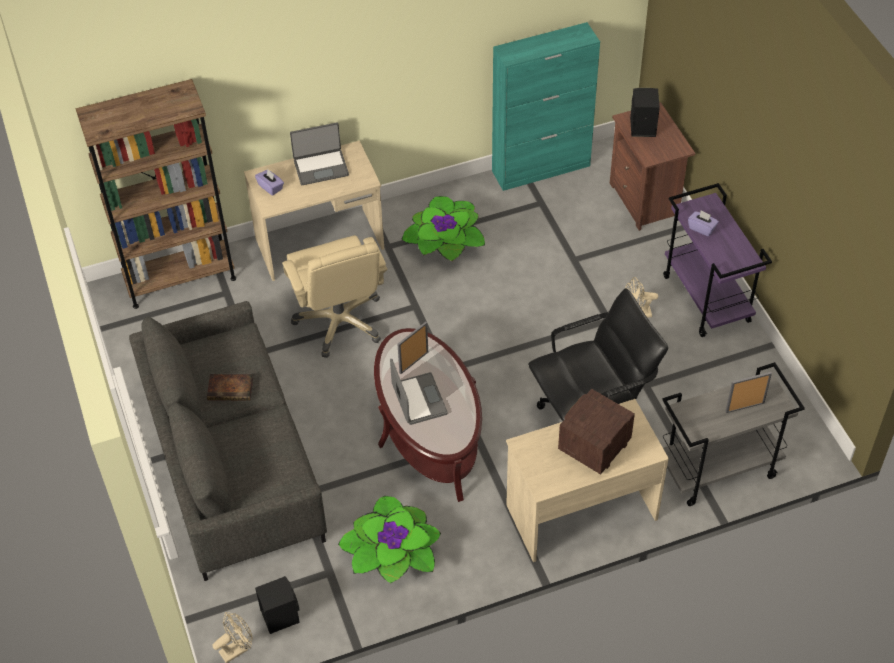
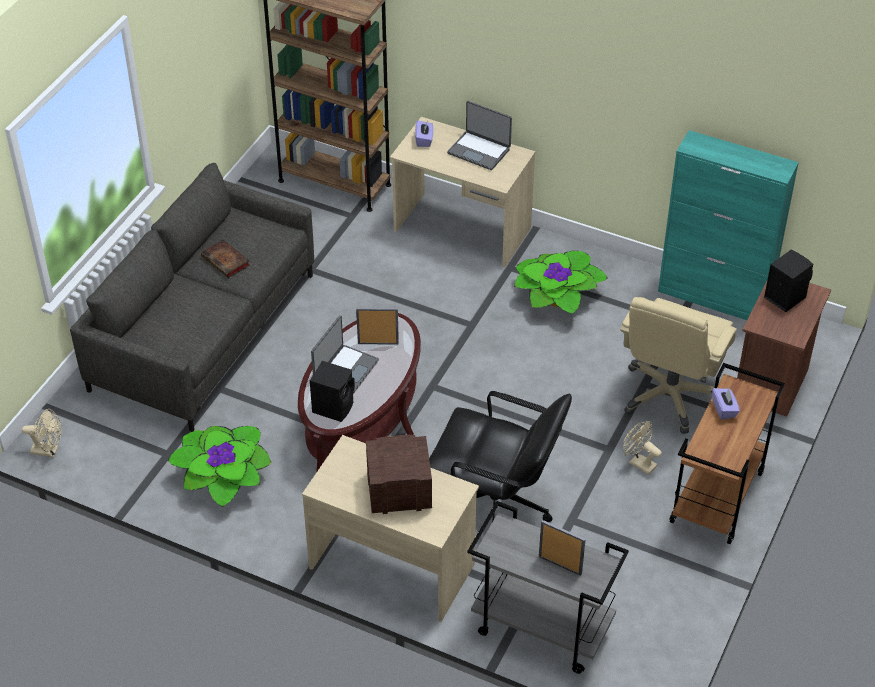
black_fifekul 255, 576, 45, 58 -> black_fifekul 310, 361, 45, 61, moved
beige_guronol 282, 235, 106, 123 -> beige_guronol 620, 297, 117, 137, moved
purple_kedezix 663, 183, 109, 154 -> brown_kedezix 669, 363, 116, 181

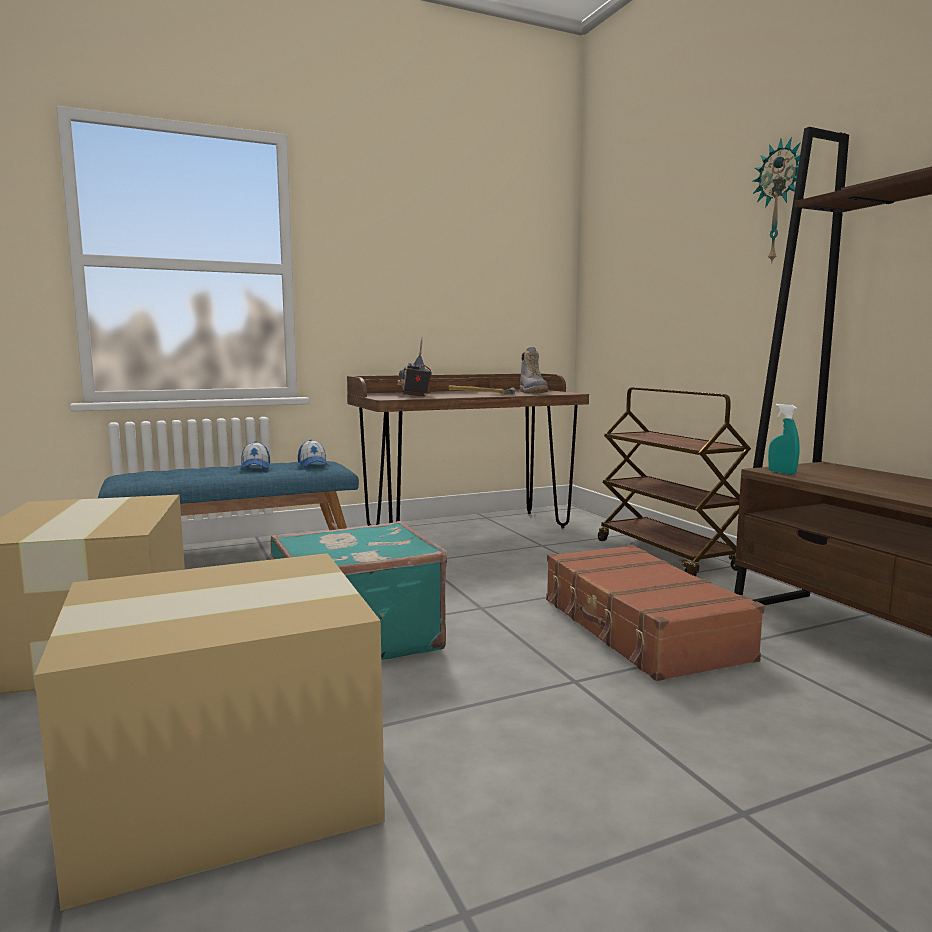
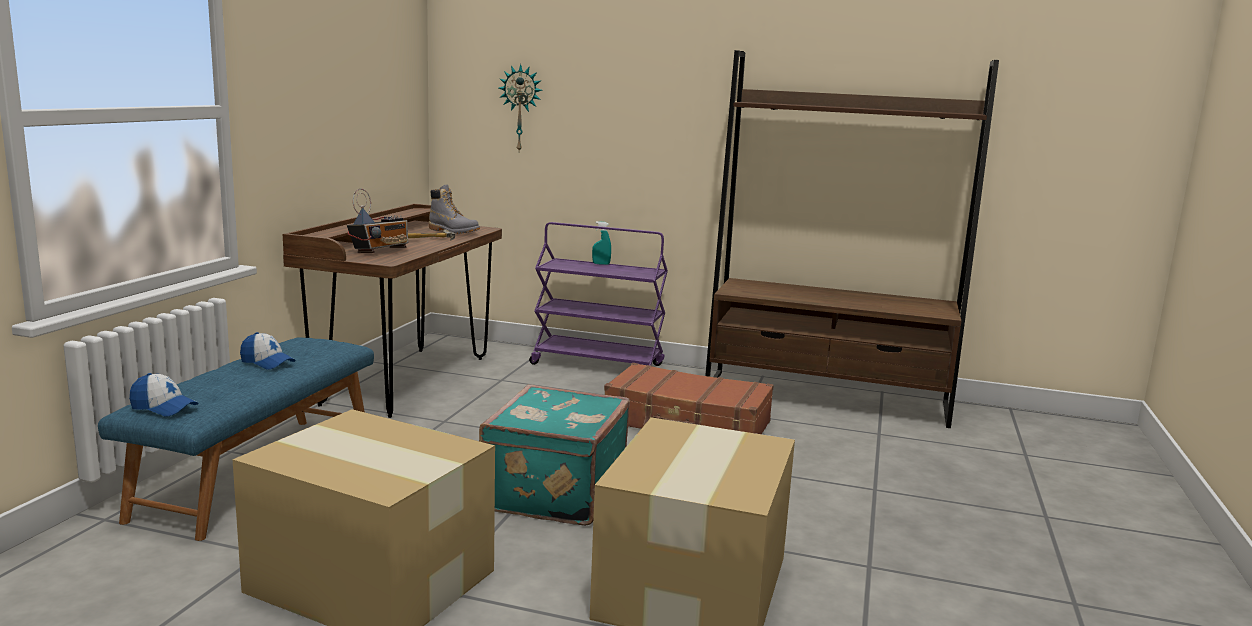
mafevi 298, 440, 31, 28 -> mafevi 129, 373, 69, 44, moved
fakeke 397, 337, 35, 60 -> fakeke 347, 189, 61, 64, 90 degrees counterclockwise
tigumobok 752, 137, 49, 127 -> tigumobok 499, 64, 44, 87, moved
brown_kedezix 598, 387, 153, 190 -> purple_kedezix 529, 222, 139, 144
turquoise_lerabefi 768, 404, 32, 71 -> turquoise_lerabefi 592, 221, 19, 44, moved

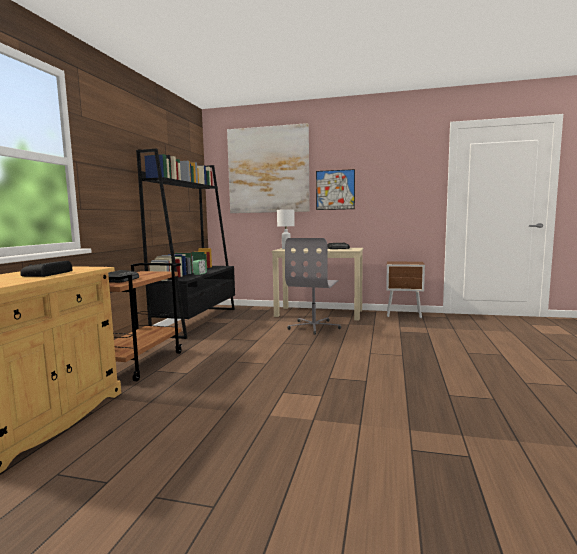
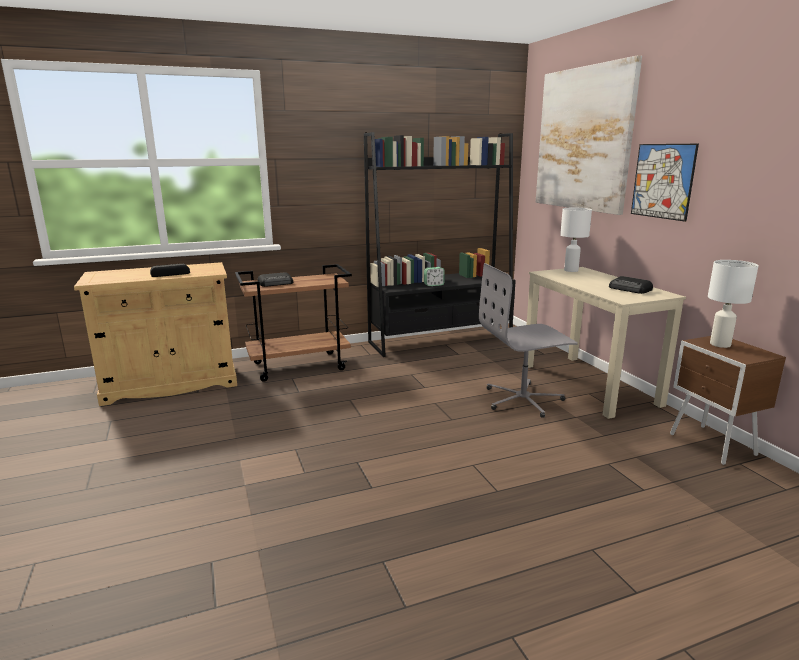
none -> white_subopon 708, 260, 51, 88

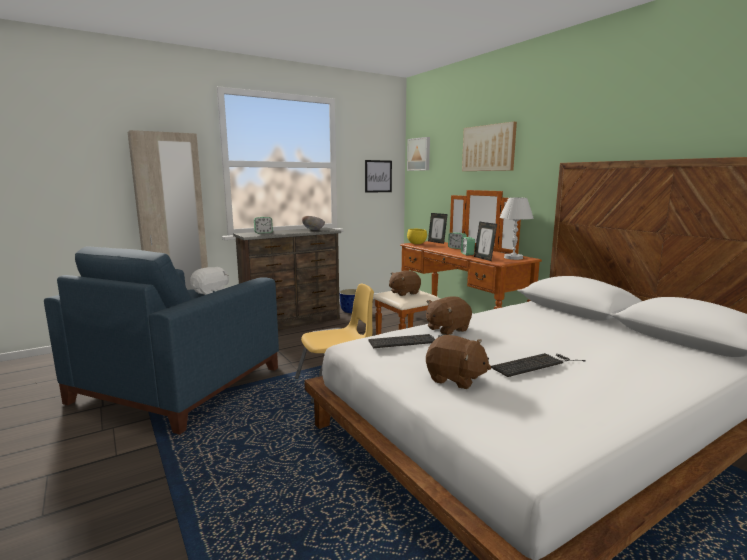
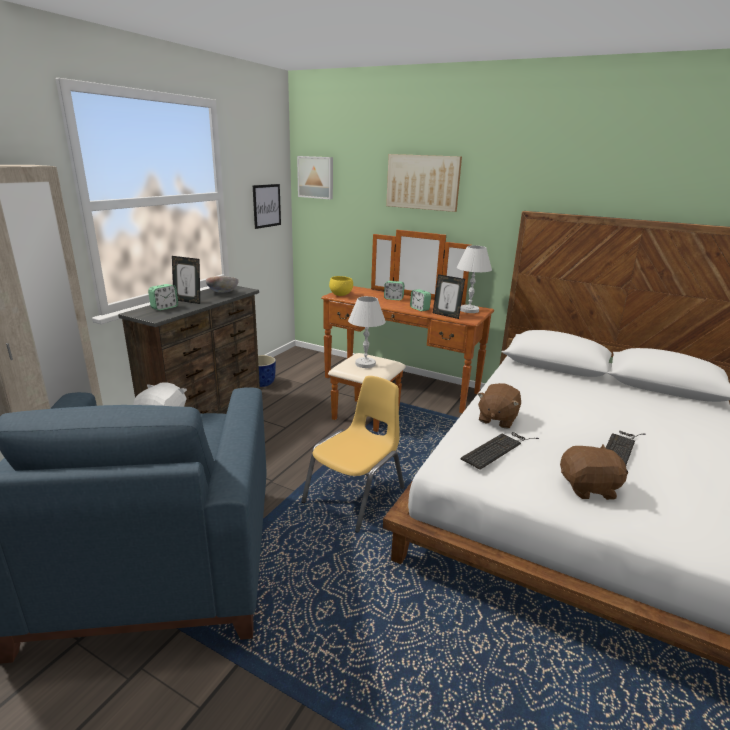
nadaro 428, 213, 20, 31 -> nadaro 172, 256, 28, 48, moved
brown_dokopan 389, 270, 32, 26 -> white_subopon 348, 296, 38, 72

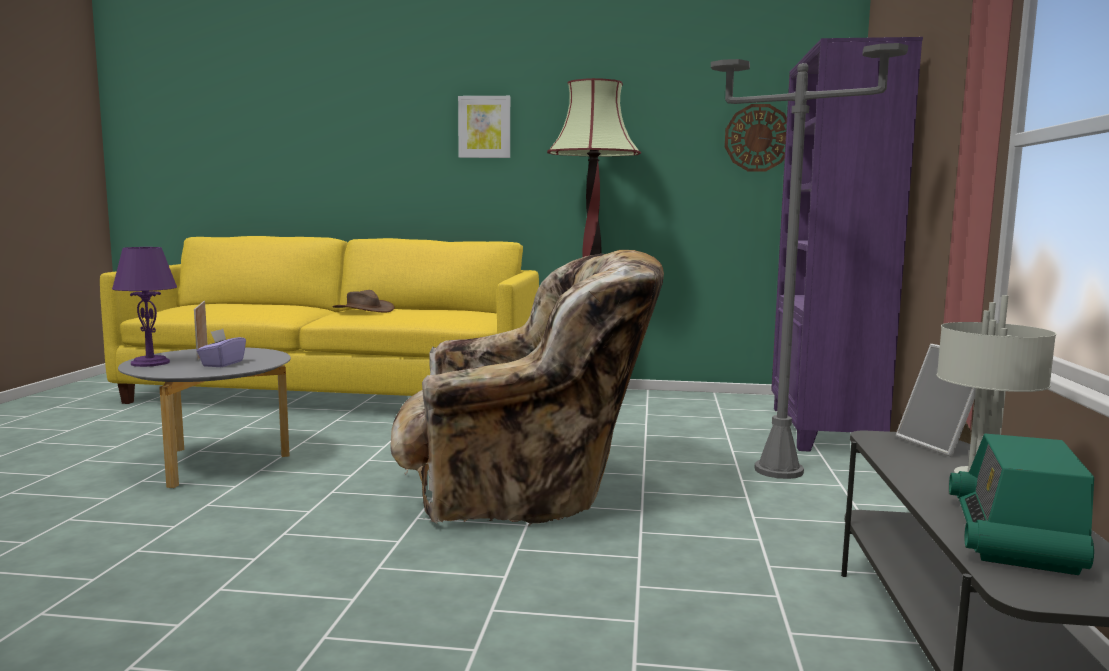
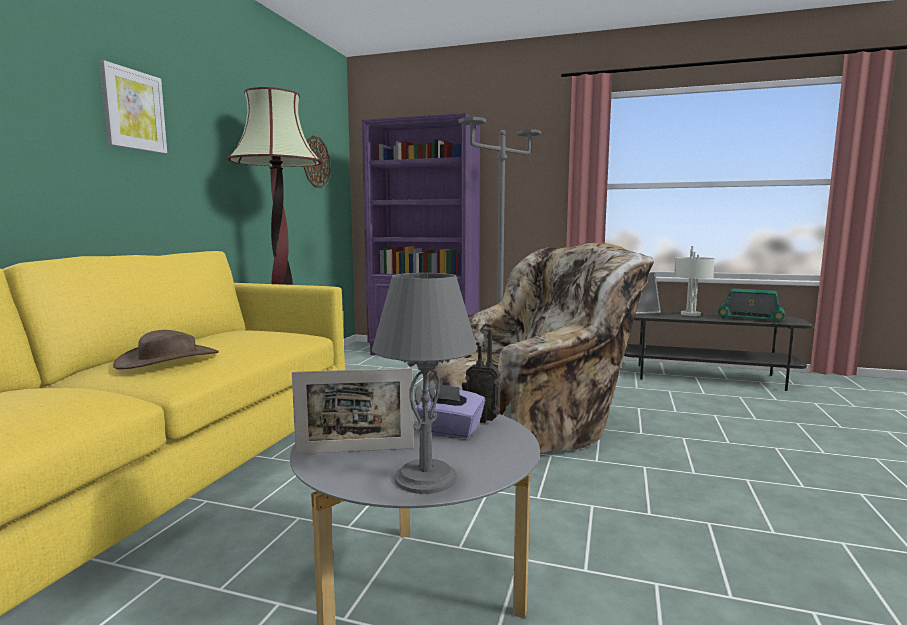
purple_subopon 112, 247, 65, 120 -> grey_subopon 372, 273, 105, 221
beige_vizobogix 390, 250, 274, 276 -> beige_vizobogix 428, 243, 226, 210, 60 degrees clockwise
none -> fakeke 462, 329, 39, 94

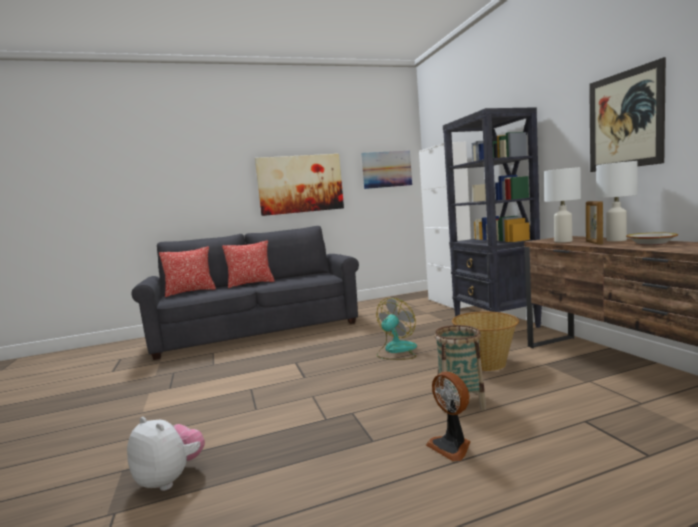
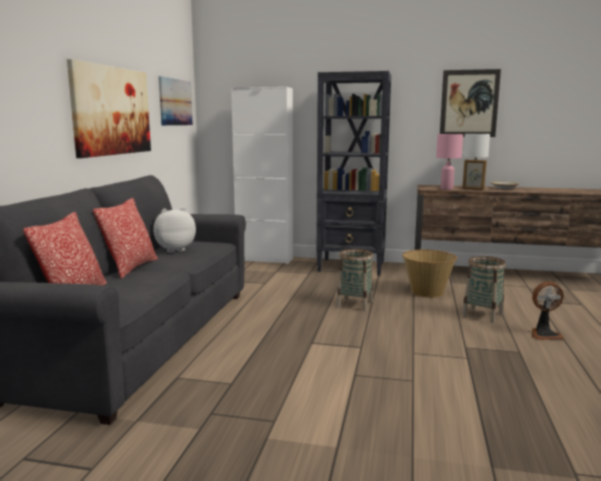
dokopan 127, 417, 78, 74 -> dokopan 153, 207, 43, 46, moved
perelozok 376, 298, 41, 62 -> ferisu 336, 249, 37, 62
white_subopon 544, 167, 37, 75 -> pink_subopon 436, 134, 27, 56

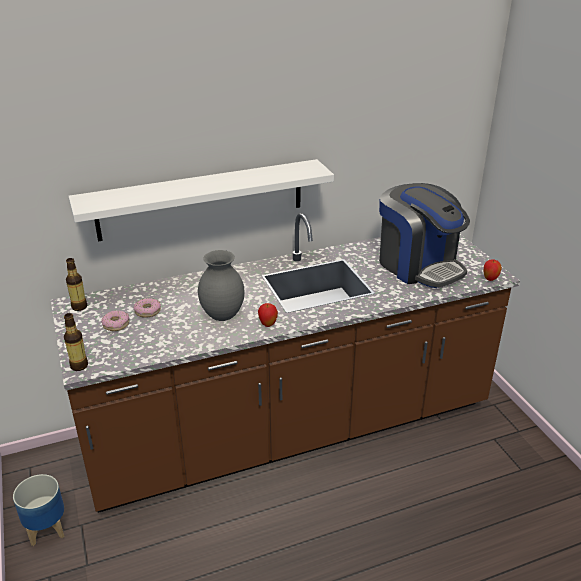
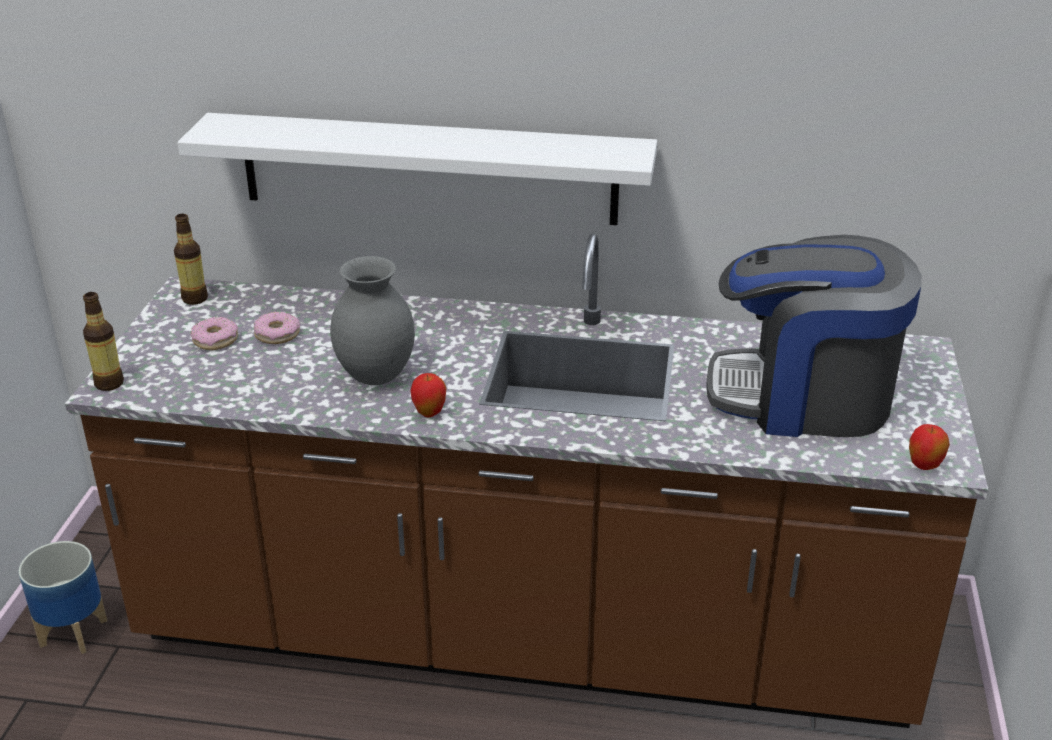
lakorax 379, 183, 91, 105 -> lakorax 706, 235, 216, 202, 105 degrees clockwise

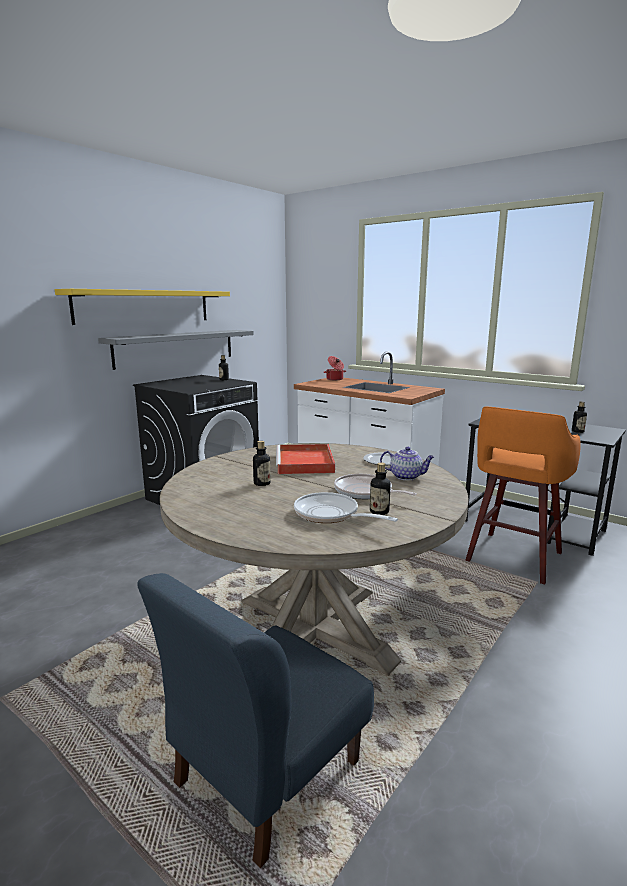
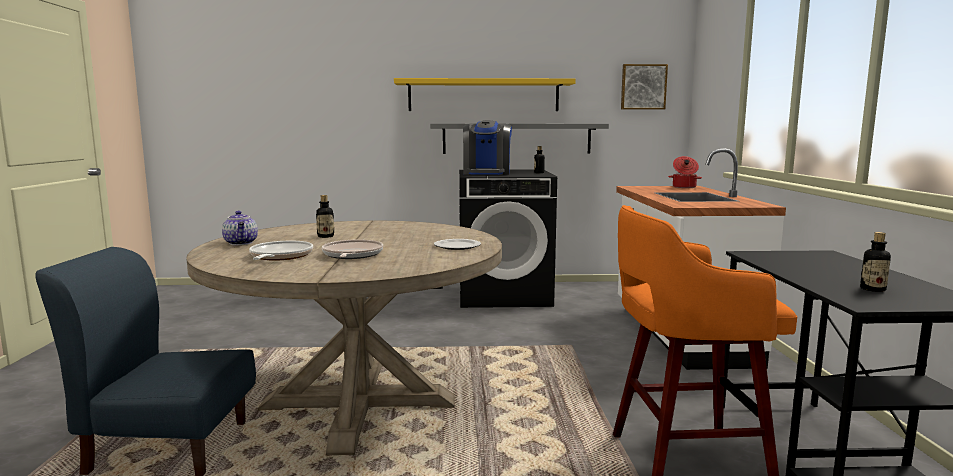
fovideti 380, 446, 55, 35 -> fovideti 222, 211, 36, 34, moved
none -> lakorax 463, 120, 49, 55
none -> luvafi 621, 64, 47, 45
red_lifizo 276, 444, 59, 30 -> none
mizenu 370, 463, 21, 52 -> none

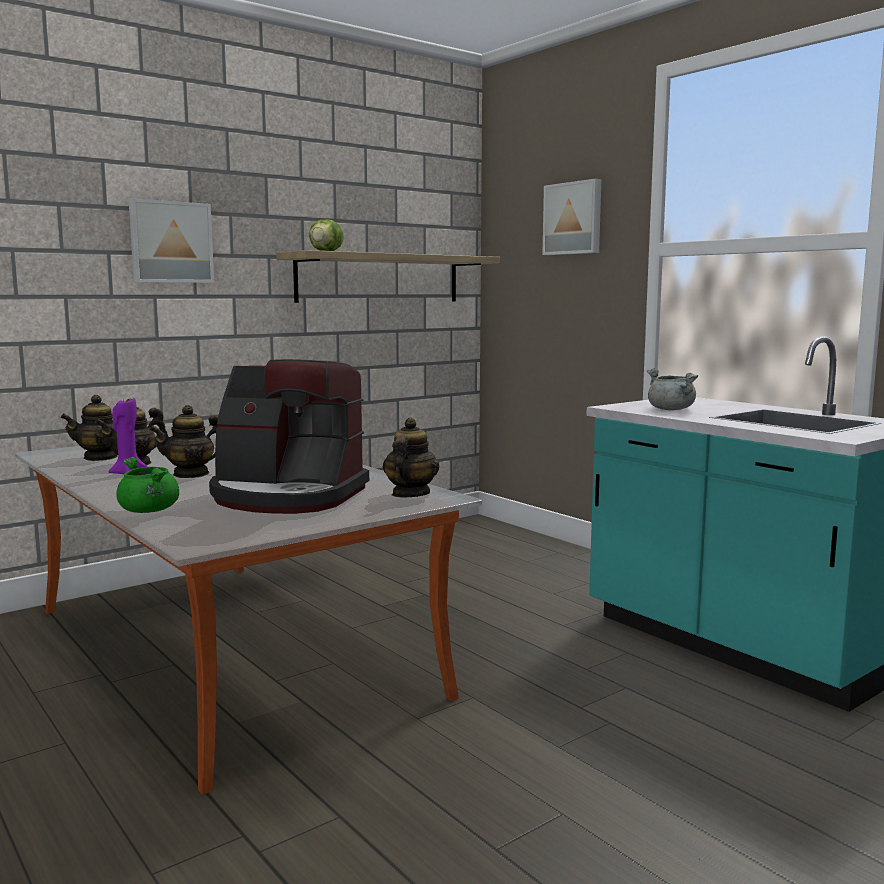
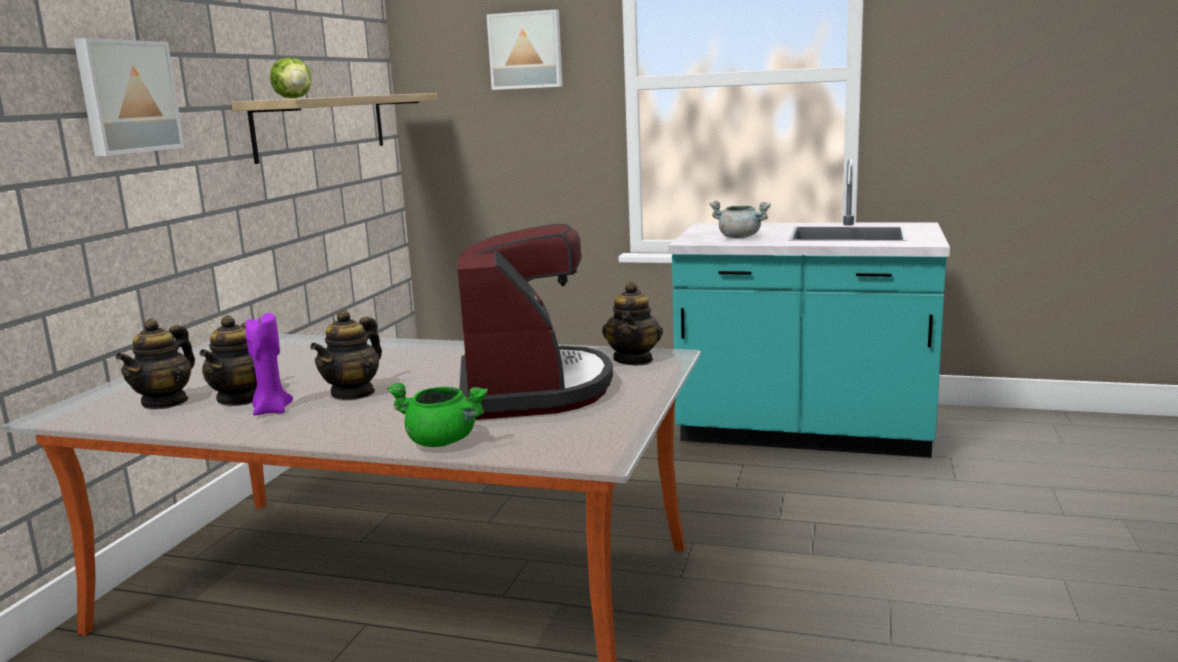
lakorax 209, 359, 160, 155 -> lakorax 458, 224, 155, 196, 75 degrees counterclockwise
fovideti 383, 418, 57, 79 -> fovideti 602, 281, 61, 84, 150 degrees counterclockwise

